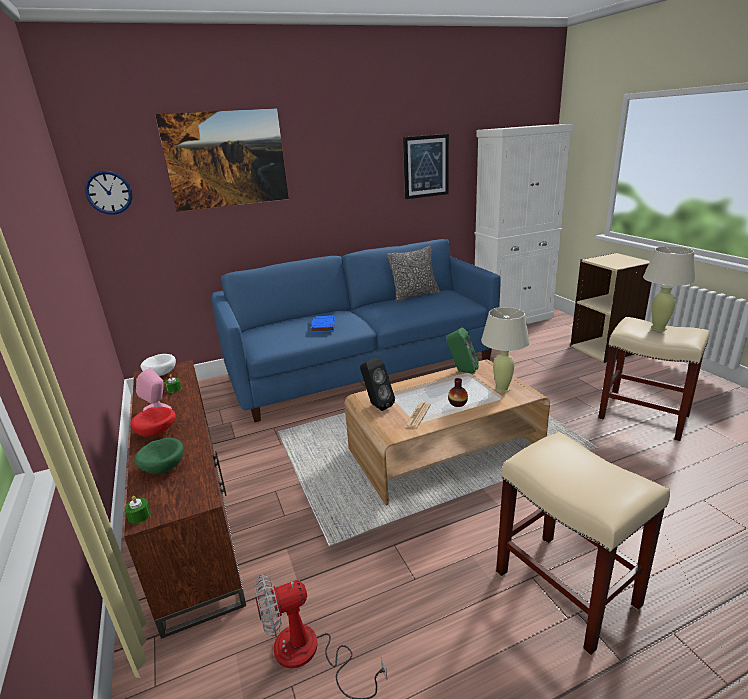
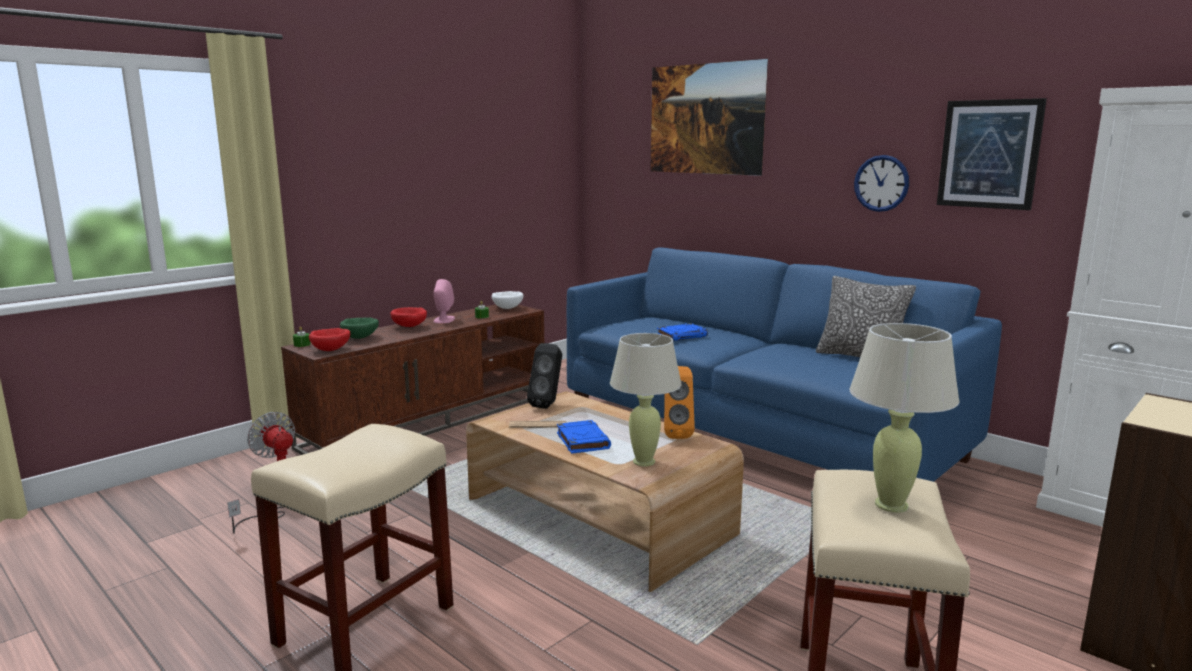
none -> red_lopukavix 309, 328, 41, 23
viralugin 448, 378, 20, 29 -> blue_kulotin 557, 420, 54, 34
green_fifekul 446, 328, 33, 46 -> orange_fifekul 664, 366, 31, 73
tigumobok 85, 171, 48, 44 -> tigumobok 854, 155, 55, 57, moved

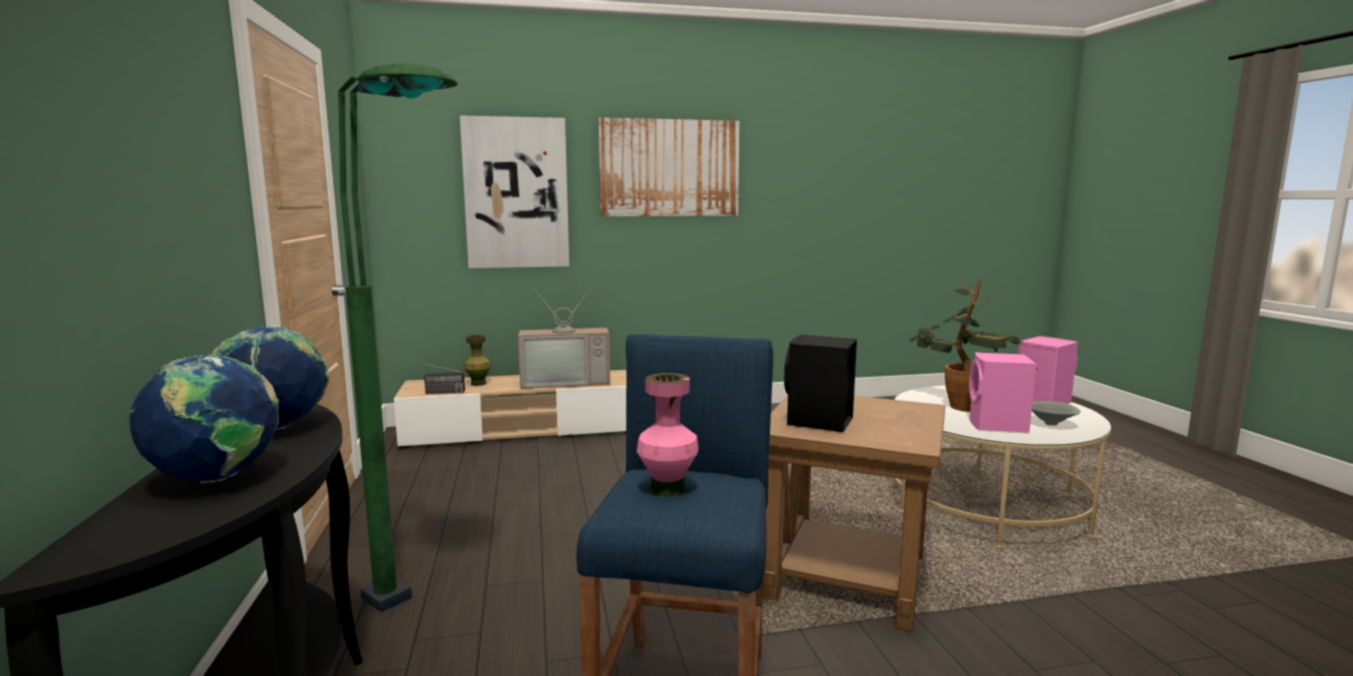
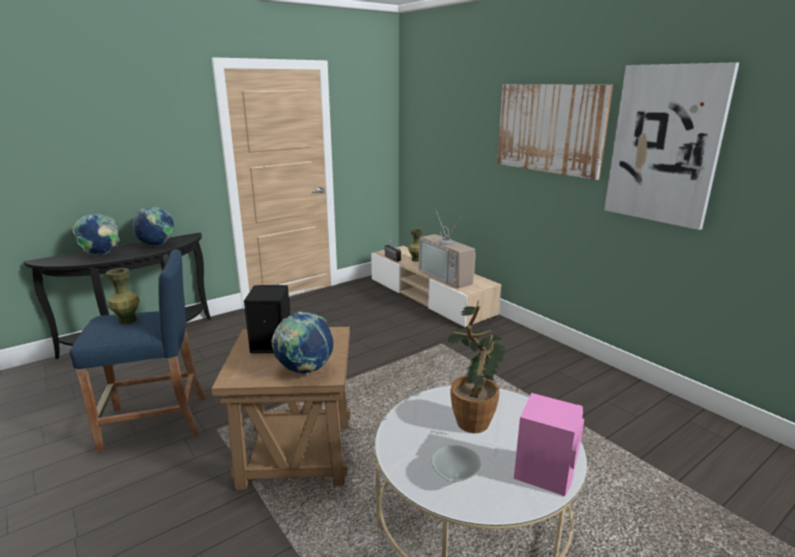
pink_viralugin 637, 373, 62, 123 -> green_viralugin 106, 268, 34, 56
none -> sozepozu 271, 312, 63, 62
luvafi 460, 116, 109, 152 -> luvafi 604, 62, 135, 168, moved
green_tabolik 338, 63, 120, 549 -> none
pink_fifekul 969, 352, 67, 81 -> none

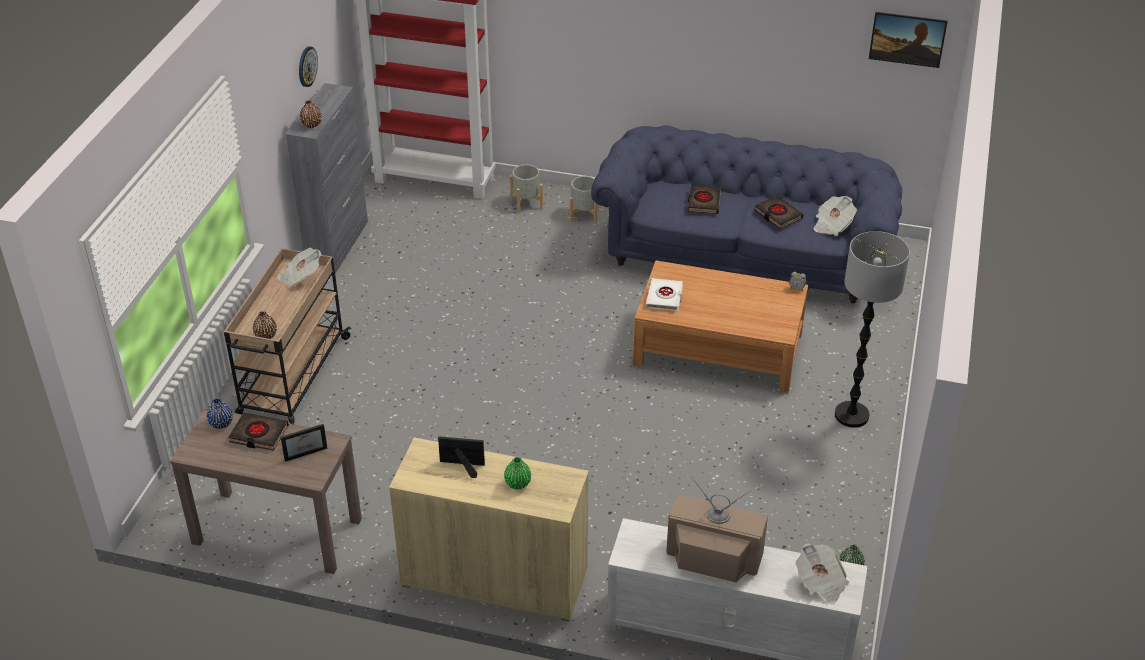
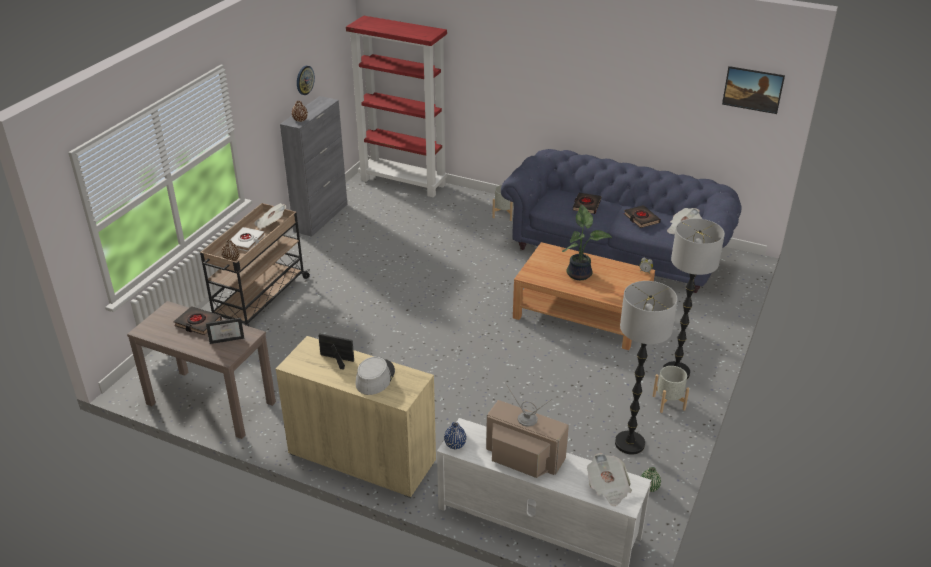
white_kulotin 646, 278, 37, 33 -> white_kulotin 230, 227, 35, 24, moved
green_viralugin 504, 457, 27, 32 -> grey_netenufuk 355, 357, 40, 38
blue_viralugin 207, 398, 26, 31 -> blue_viralugin 444, 422, 22, 27, moved
none -> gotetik 562, 205, 50, 75
none -> tabolik 615, 281, 63, 174
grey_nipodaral 510, 165, 33, 48 -> grey_nipodaral 653, 366, 36, 47, moved

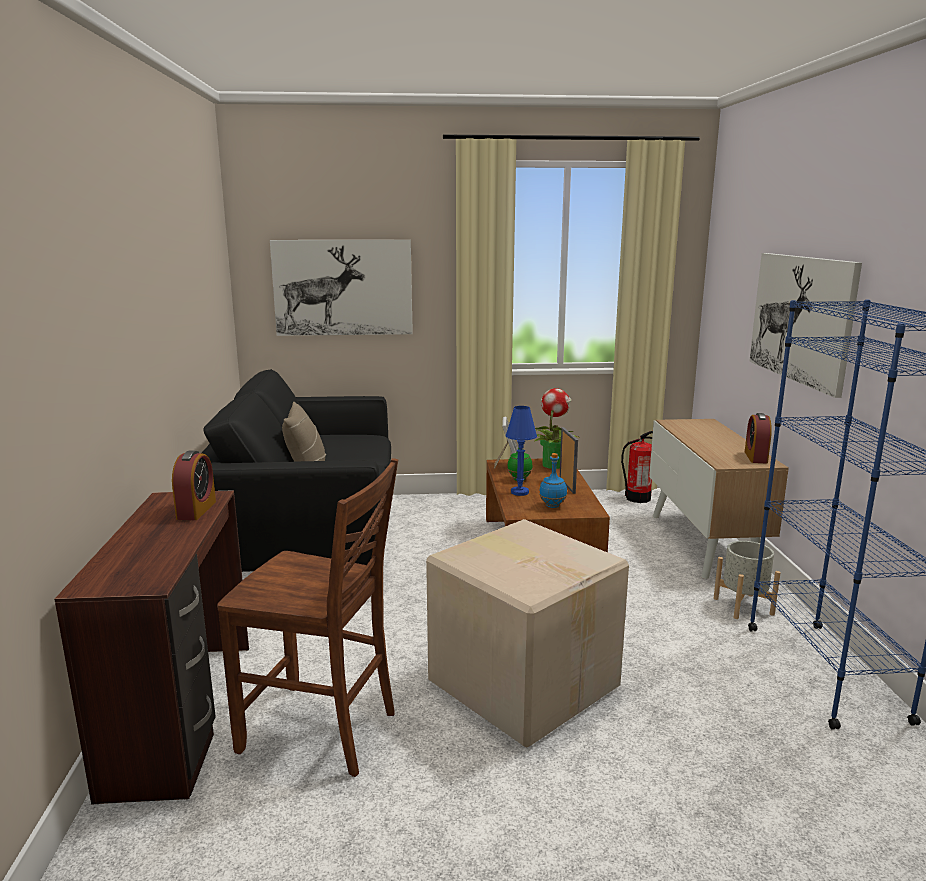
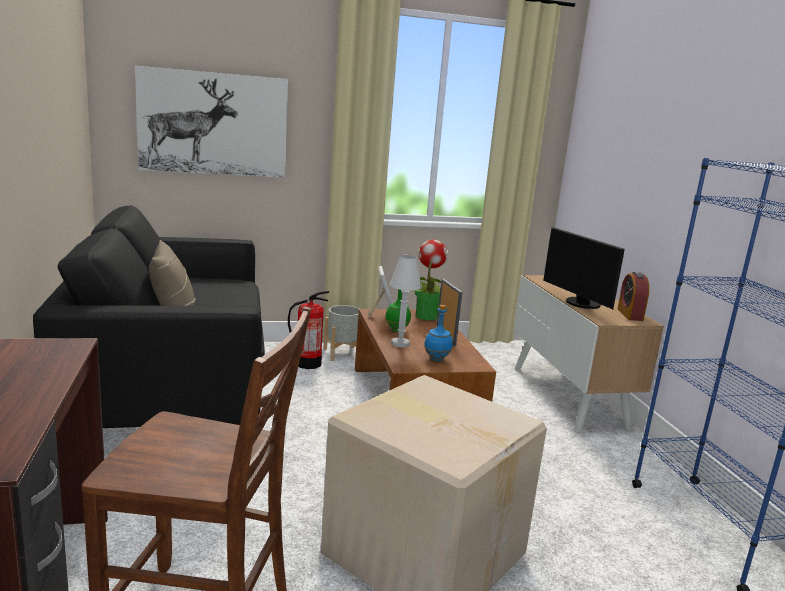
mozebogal 621, 431, 32, 72 -> mozebogal 288, 291, 41, 78, moved
grey_nipodaral 714, 541, 67, 78 -> grey_nipodaral 324, 305, 35, 56, moved
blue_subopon 506, 406, 31, 90 -> white_subopon 390, 255, 32, 93
none -> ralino 543, 227, 82, 82
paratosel 172, 451, 44, 69 -> none
luvafi 749, 253, 113, 145 -> none

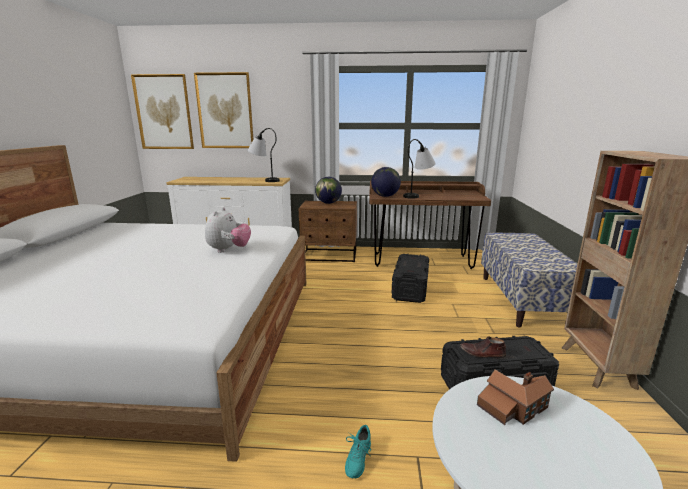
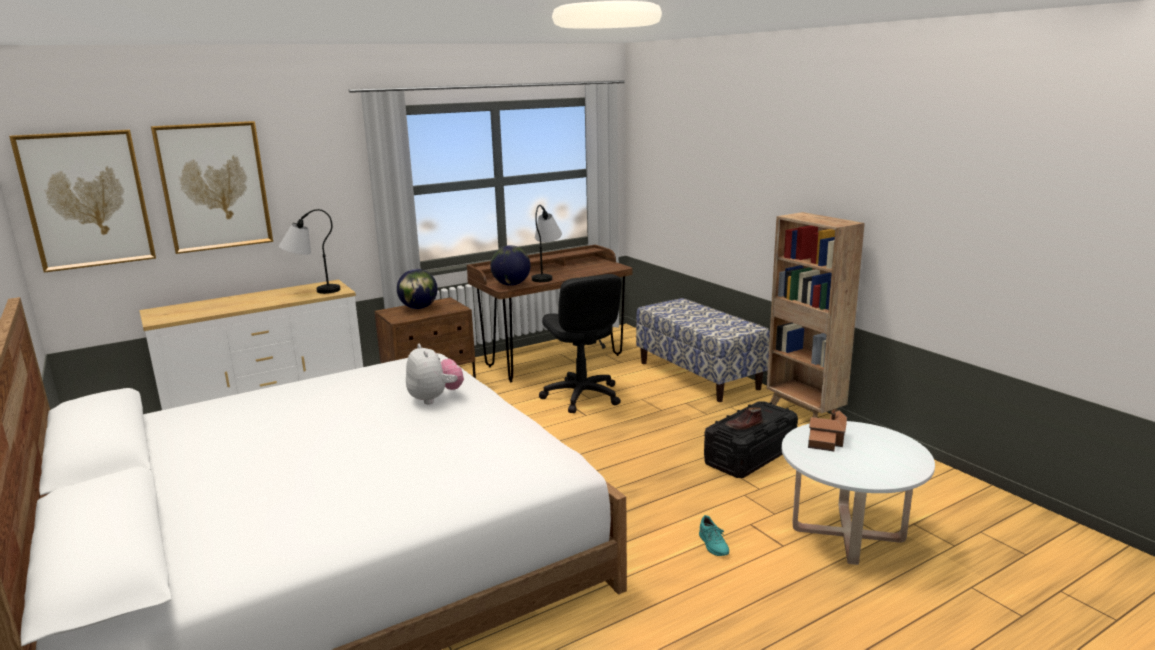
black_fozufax 391, 254, 38, 49 -> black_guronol 539, 274, 83, 139

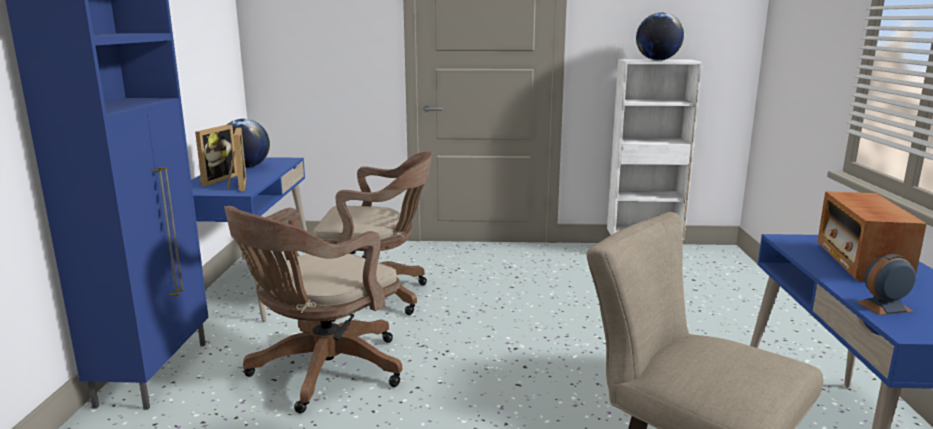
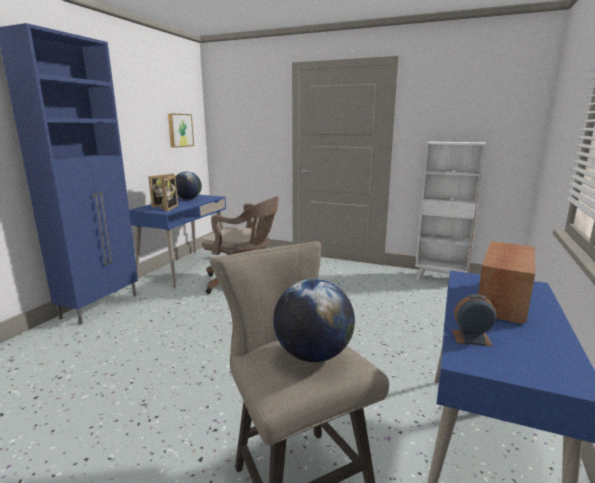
none -> luvafi 168, 113, 26, 35
sozepozu 636, 12, 48, 48 -> sozepozu 273, 279, 82, 83, moved
brown_guronol 224, 206, 178, 207 -> none

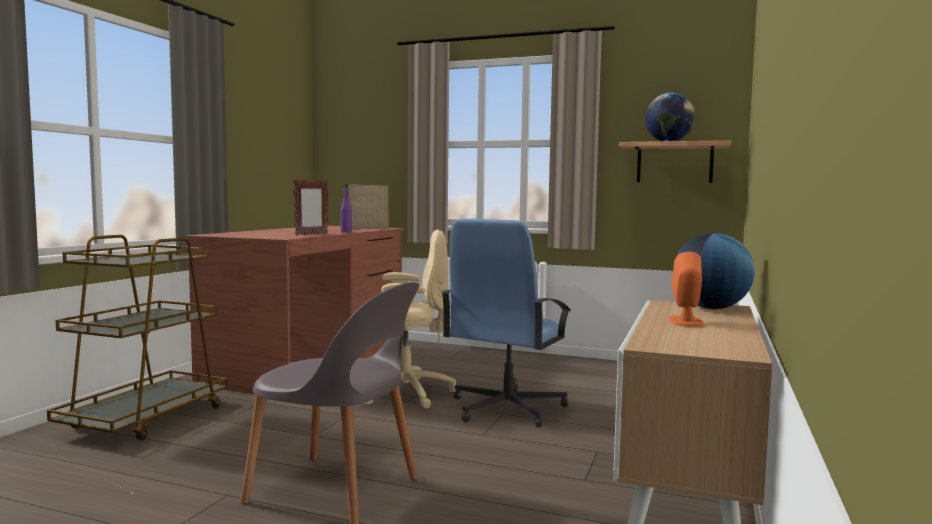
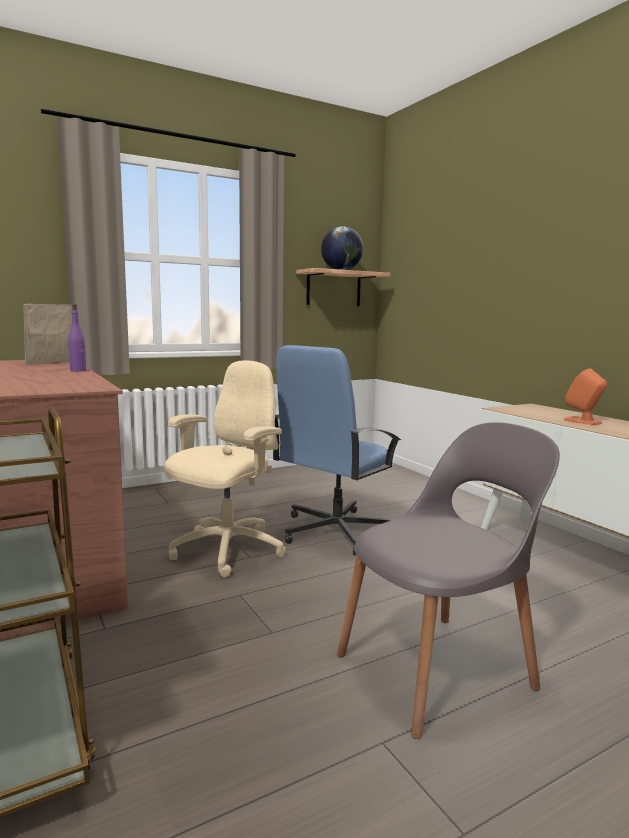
blue_guronol 441, 219, 130, 208 -> blue_guronol 273, 345, 128, 210, 60 degrees clockwise
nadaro 293, 179, 35, 57 -> none
sozepozu 676, 233, 79, 76 -> none

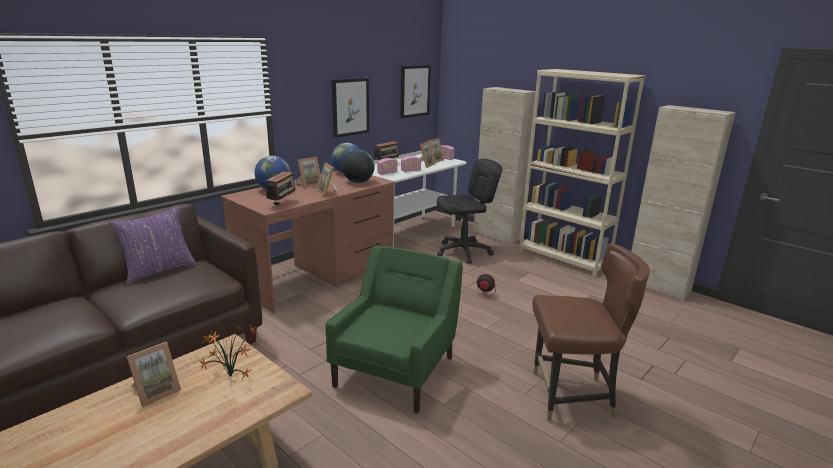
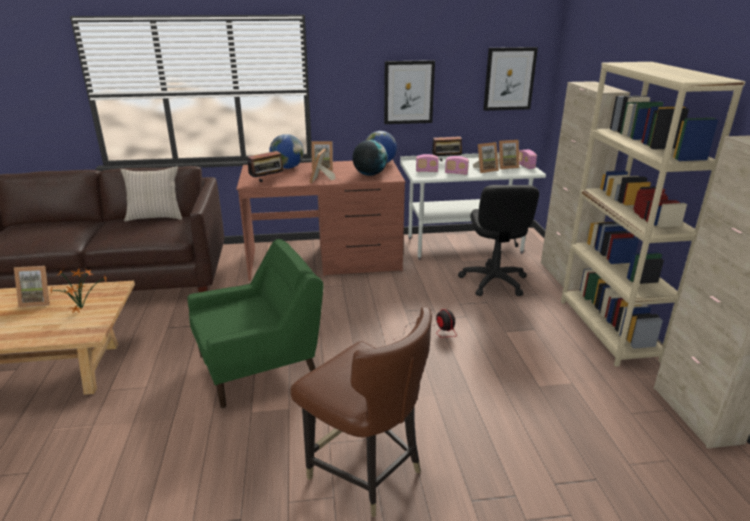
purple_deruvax 109, 206, 88, 78 -> beige_deruvax 121, 166, 61, 55
black_guronol 437, 158, 65, 106 -> black_guronol 458, 185, 81, 111, 75 degrees clockwise

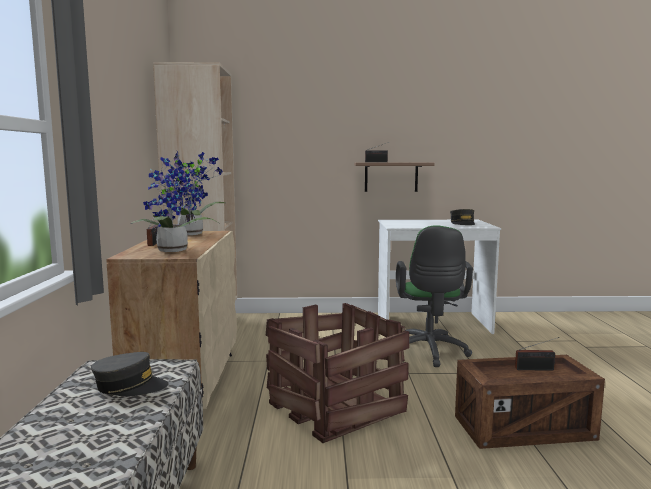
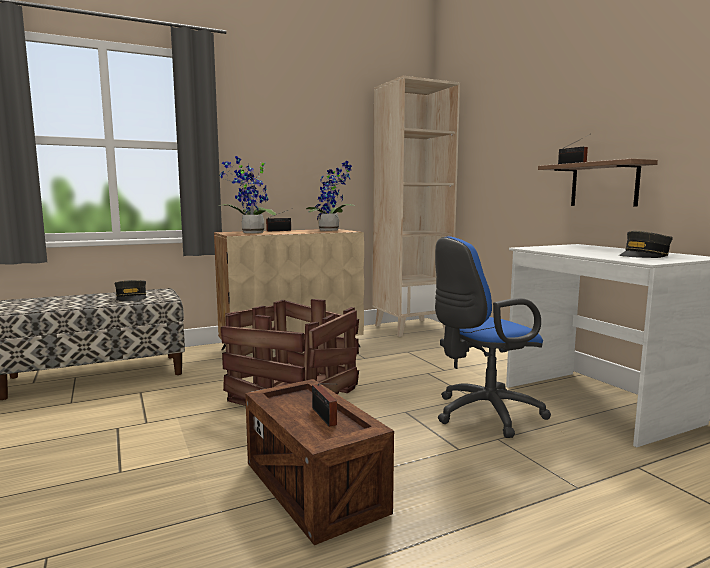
green_guronol 396, 225, 77, 142 -> blue_guronol 435, 236, 116, 202

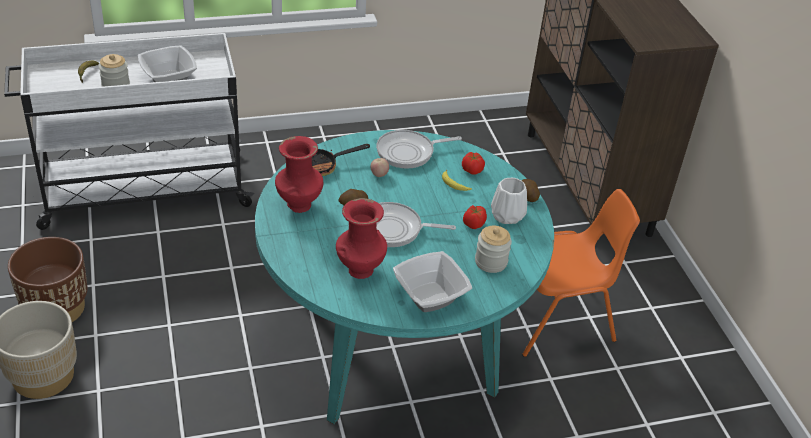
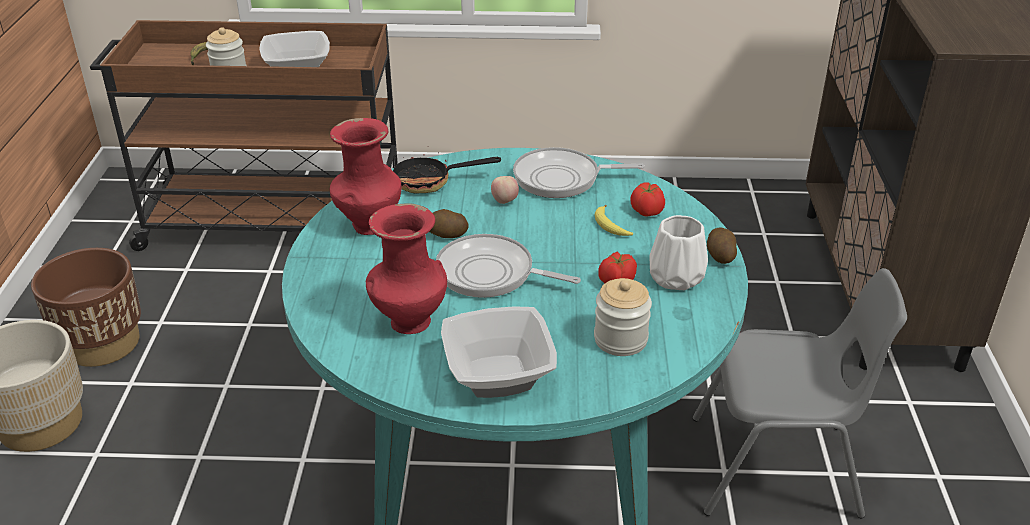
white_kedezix 4, 33, 250, 197 -> brown_kedezix 90, 20, 308, 231
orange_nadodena 522, 189, 118, 168 -> grey_nadodena 692, 268, 215, 250

